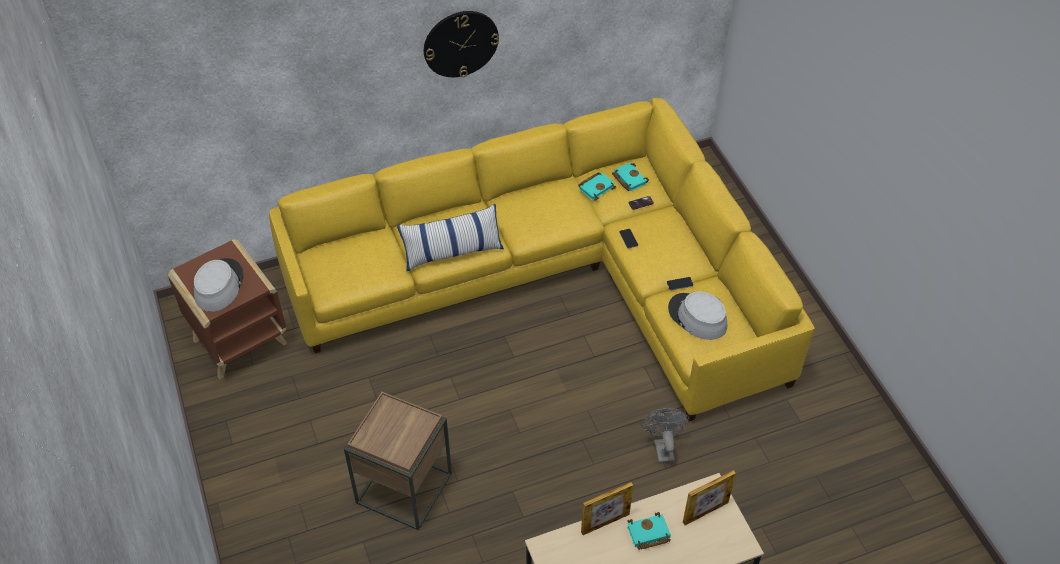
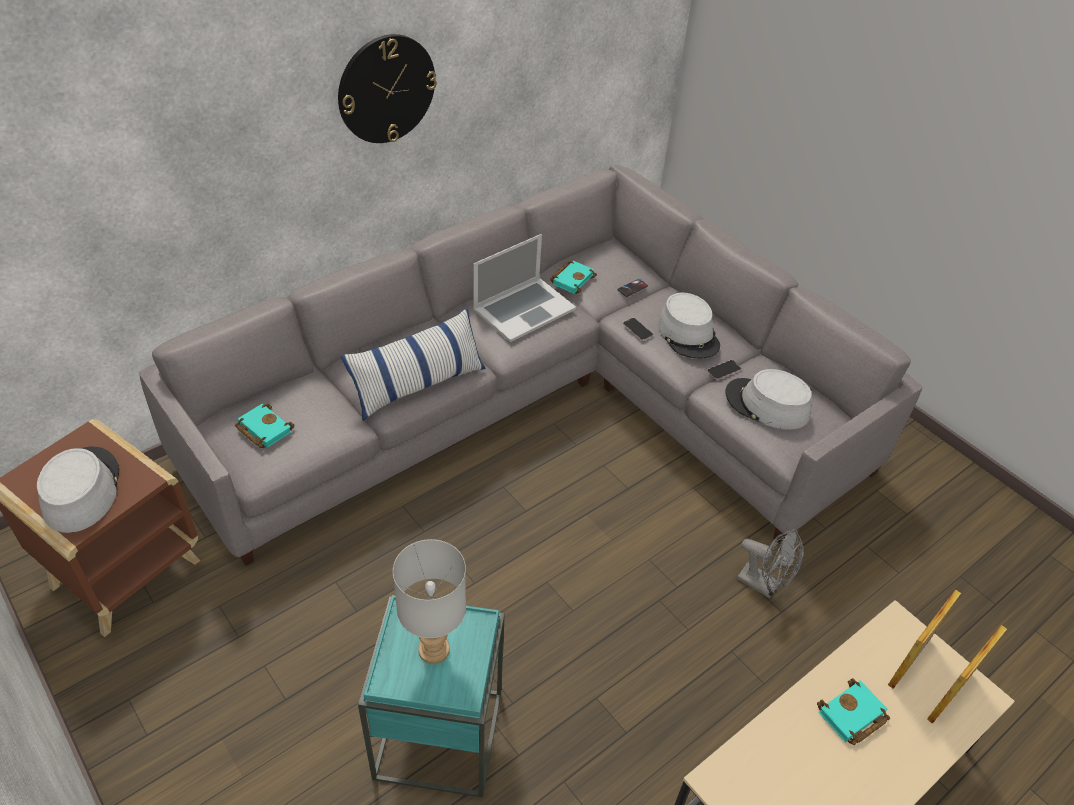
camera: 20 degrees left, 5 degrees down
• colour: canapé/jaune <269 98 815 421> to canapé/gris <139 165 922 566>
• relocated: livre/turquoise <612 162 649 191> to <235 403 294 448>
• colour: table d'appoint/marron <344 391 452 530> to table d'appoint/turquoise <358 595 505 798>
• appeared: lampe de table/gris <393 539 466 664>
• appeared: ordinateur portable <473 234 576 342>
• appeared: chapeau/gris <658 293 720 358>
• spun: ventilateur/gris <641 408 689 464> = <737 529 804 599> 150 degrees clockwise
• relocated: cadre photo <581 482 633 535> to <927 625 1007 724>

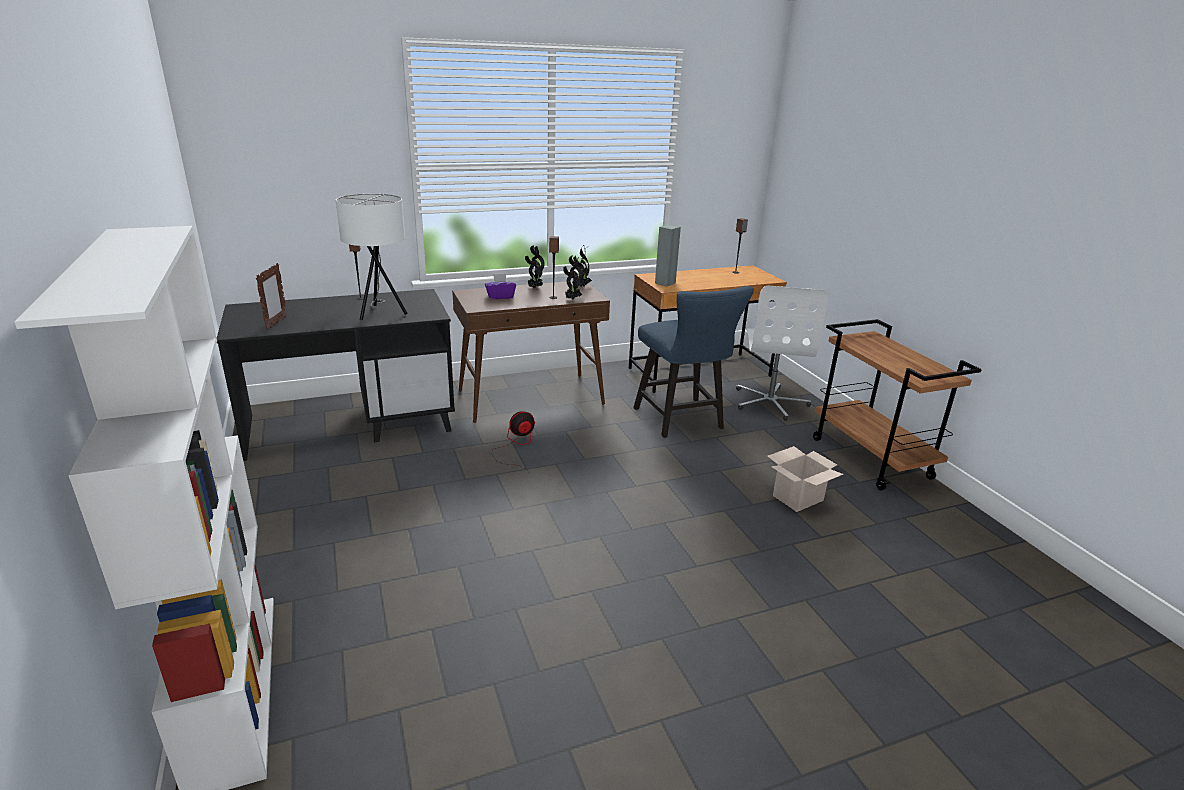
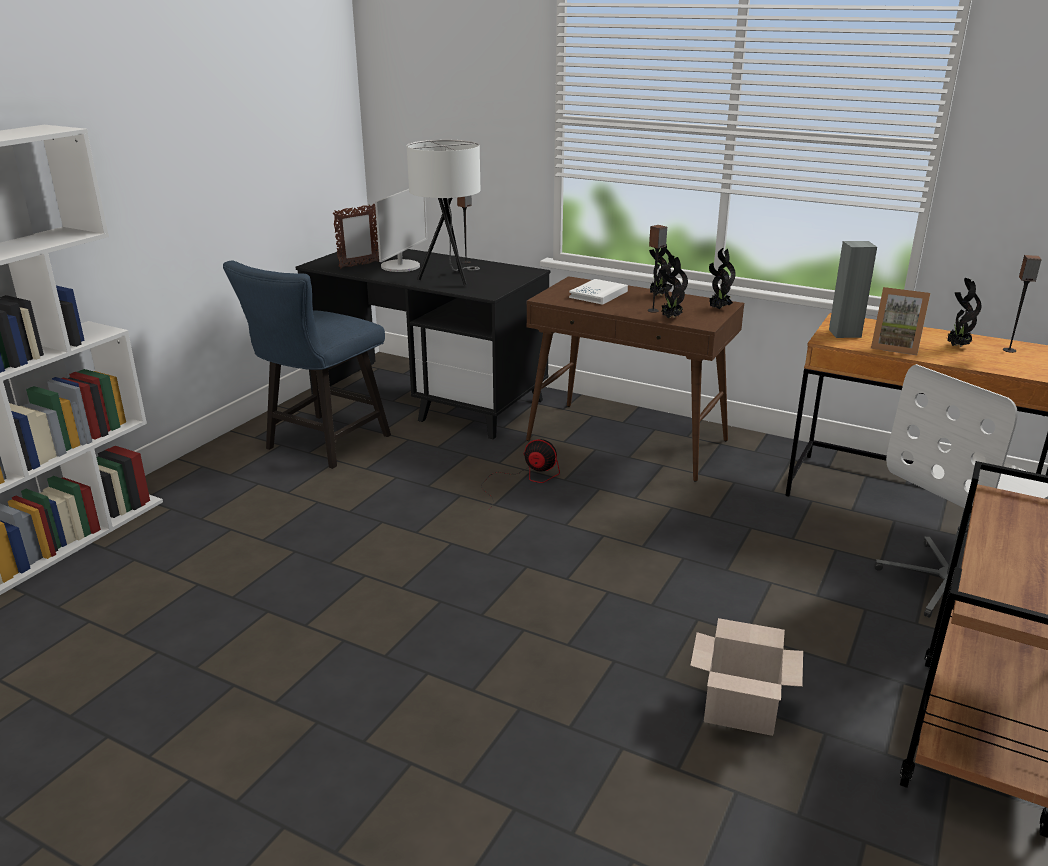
camera: 50 degrees right, 0 degrees up
• relocated: chaise/bleu <633 286 754 438> to <223 261 391 469>
• appeared: écran d'ordinateur <375 189 427 272>
• exchanged: boîte à mouchoirs/violet <485 274 516 299> to livre/blanc <569 279 628 305>
• appeared: cadre photo <871 287 931 355>
• appeared: plante en pot <948 278 981 347>

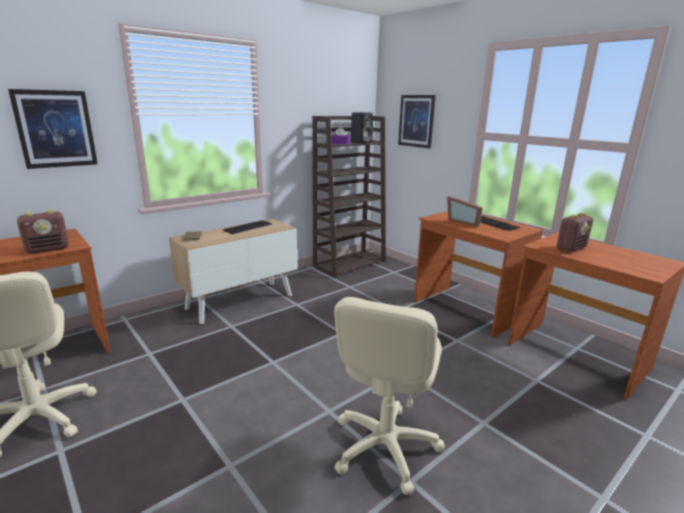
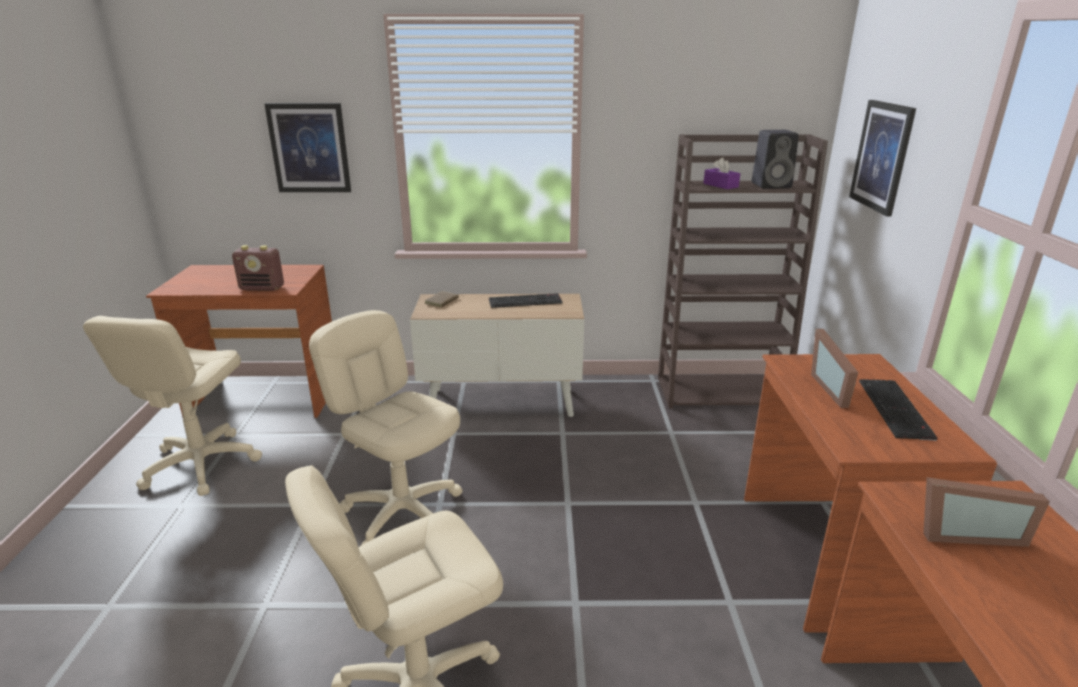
camera: 40 degrees right, 5 degrees up
• appeared: chaise de bureau/beige <309 310 463 545>
• exchanged: radio <557 212 593 252> to cadre photo <923 477 1050 547>

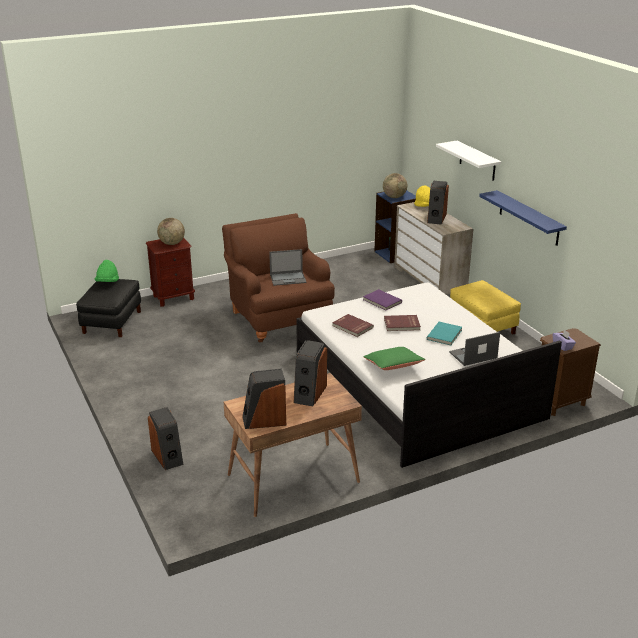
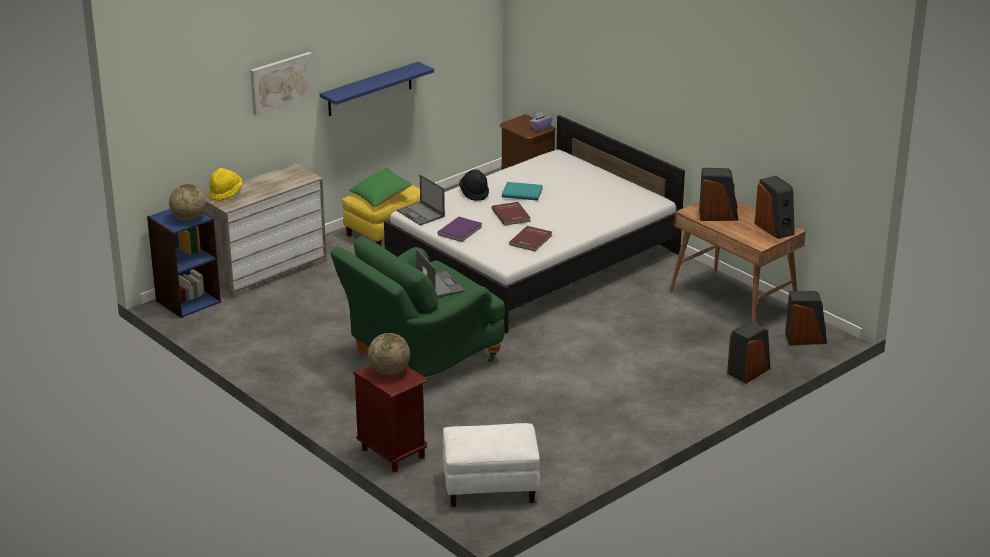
camera: 105 degrees left, 0 degrees up
• exchanged: étagère/blanc <436 141 501 181> to tableau <251 52 314 116>
• colour: fauteuil/marron <222 213 335 343> to fauteuil/vert <331 236 505 385>
• relocated: coussin/vert <364 347 426 370> to <349 168 412 208>
• relocated: ordinateur portable <449 332 500 366> to <397 175 445 225>
• colour: pouf/noir <76 279 141 337> to pouf/blanc <443 423 540 507>
• appeared: chapeau/noir <459 169 489 201>
• relocated: enceinte <427 181 449 224> to <785 291 827 345>
• missing: chapeau/vert <95 260 119 282>

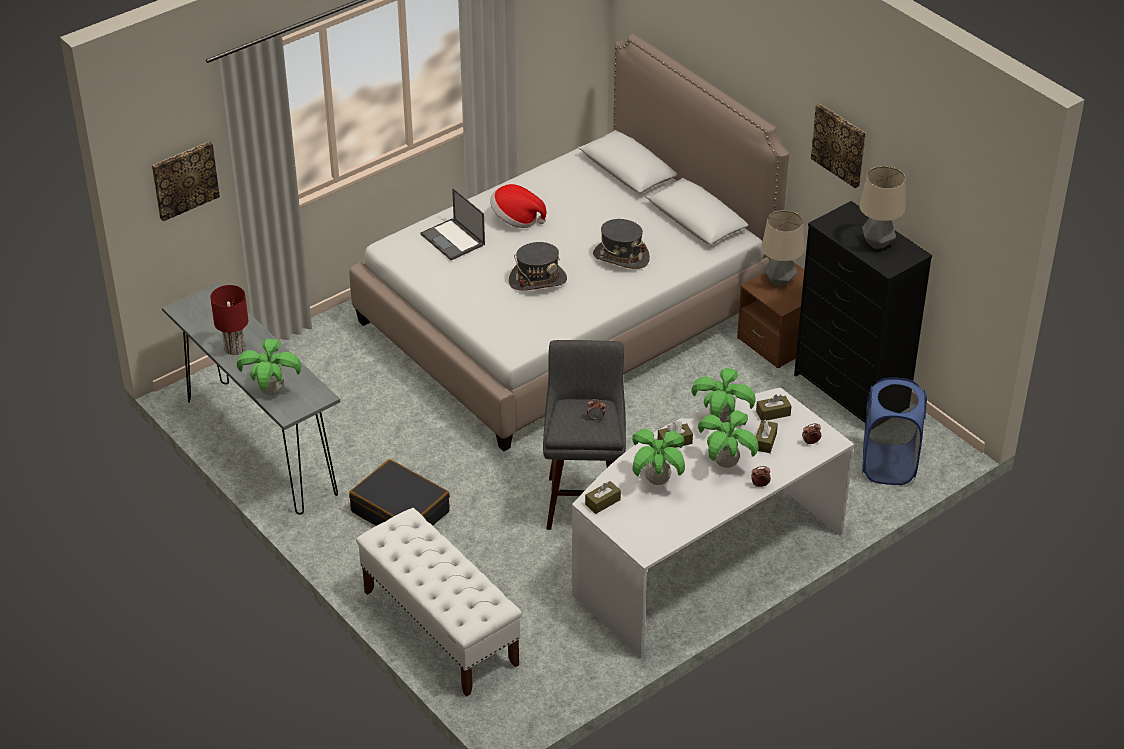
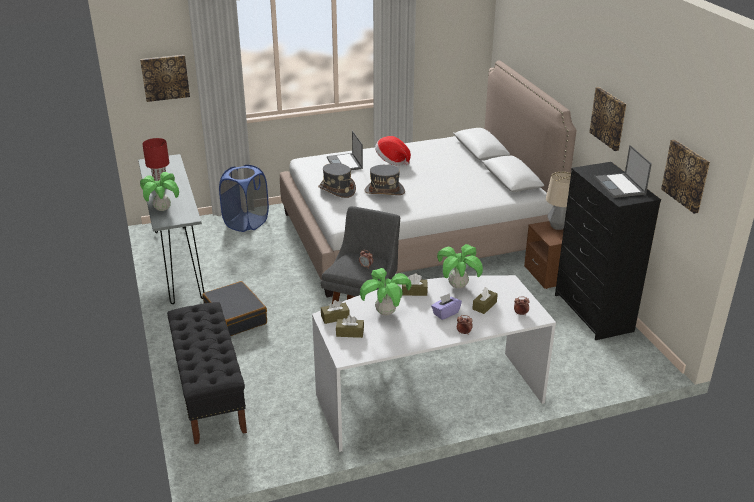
camera: 20 degrees right, 10 degrees down
• colour: banc/blanc <356 508 522 697> to banc/noir <167 302 247 444>
• relocated: panier à linge/bleu <862 377 927 485> to <219 165 269 232>
• relocated: chapeau/gris <593 219 650 269> to <318 163 356 198>
• relocated: boîte à mouchoirs/marron <756 394 791 421> to <336 315 364 338>
• exchanged: plante en pot <698 410 759 468> to boîte à mouchoirs/violet <431 293 462 320>
• exchanged: lampe de table <859 166 905 249> to ordinateur portable <594 145 652 198>
• appeared: tableau <661 140 710 214>

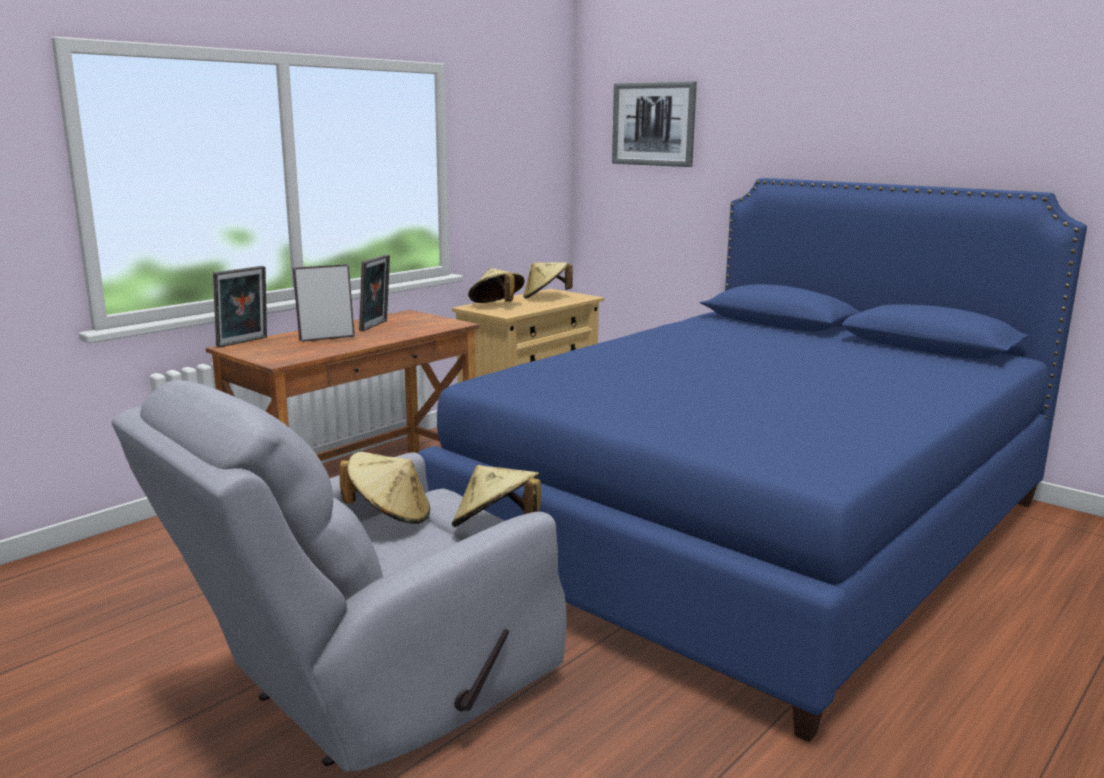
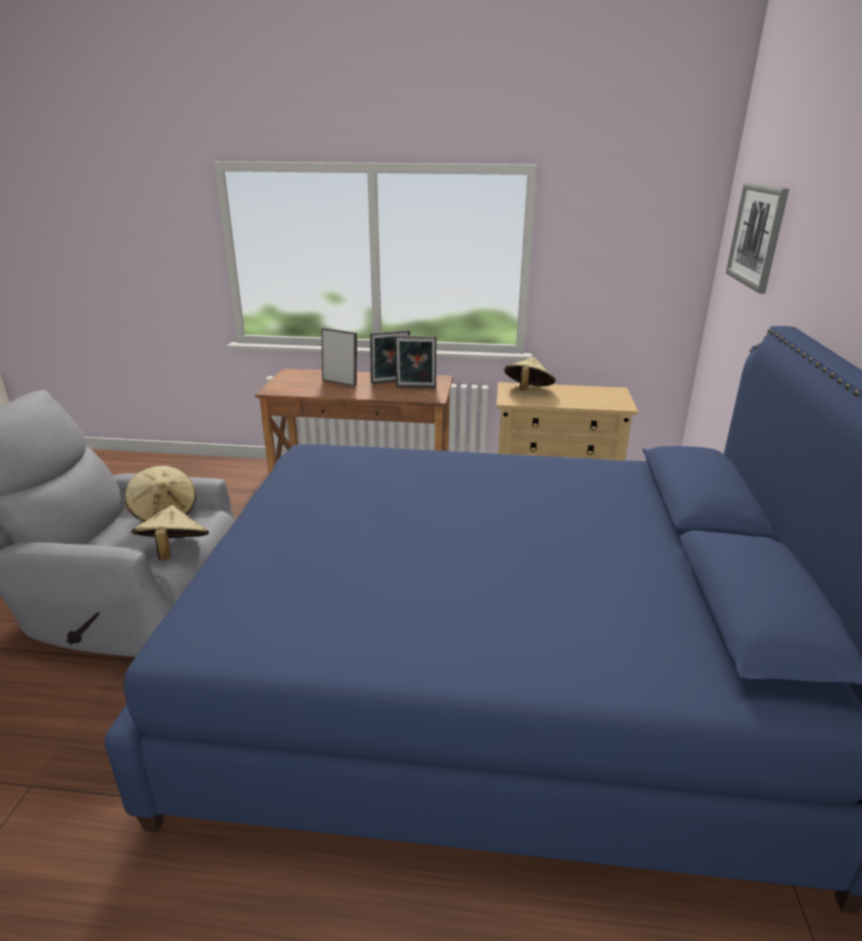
camera: 55 degrees right, 10 degrees up
• relocated: cadre photo <213 266 267 347> to <395 335 436 388>
• missing: chapeau/beige <523 262 573 299>

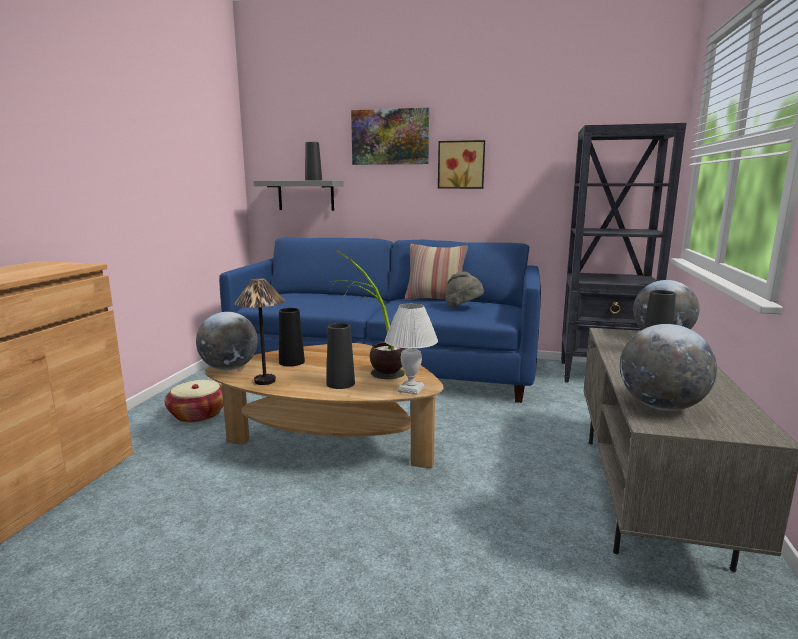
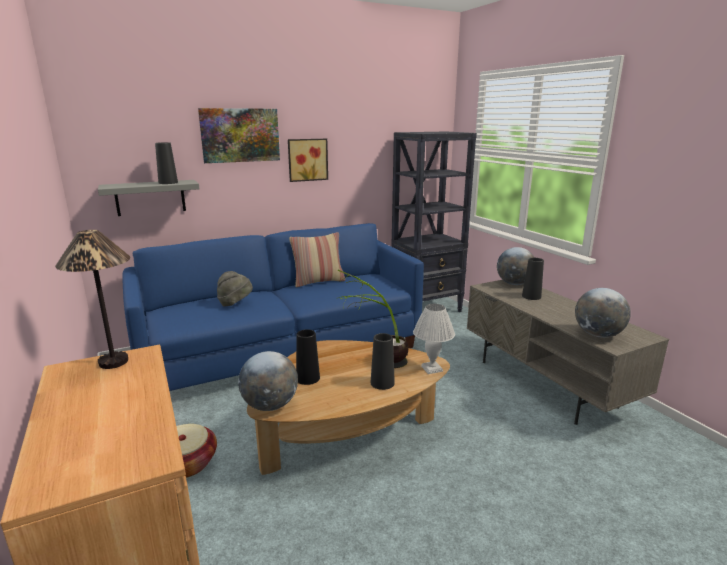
camera: 40 degrees left, 5 degrees up
• relocated: lampe de table <234 278 285 385> to <55 230 130 369>
• relocated: chapeau/gris <446 271 484 308> to <217 271 253 307>

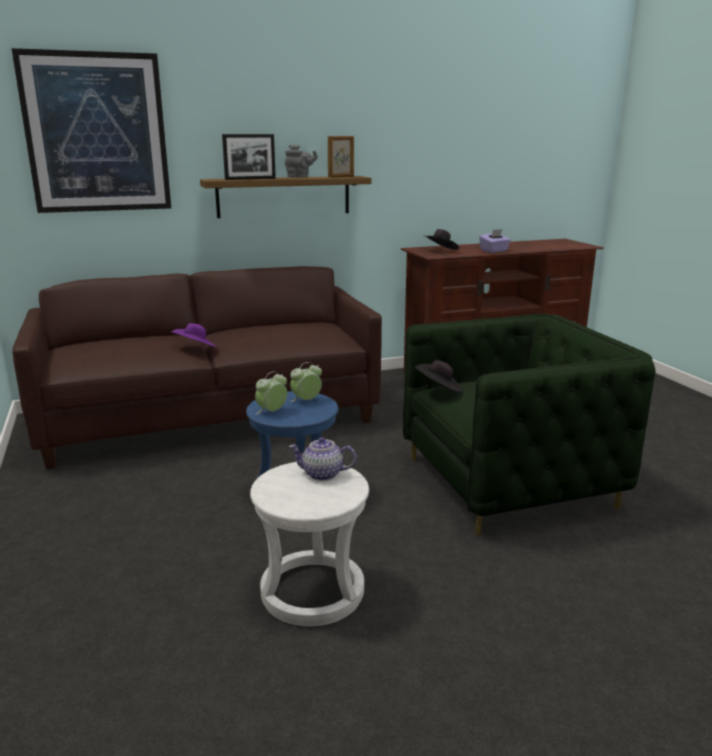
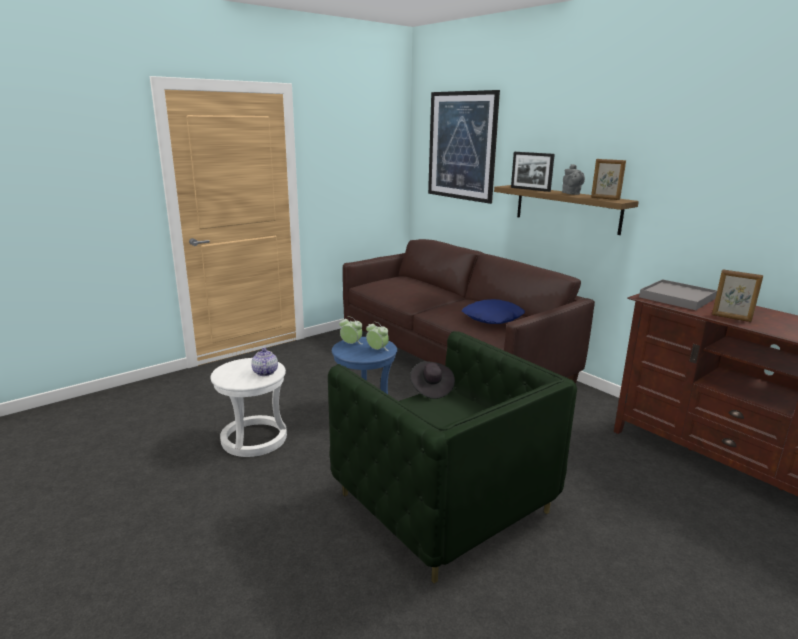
camera: 70 degrees right, 0 degrees up
• appeared: coussin/bleu <462 299 525 324>
• exchanged: chapeau/noir <423 229 459 250> to plateau/gris <639 279 717 310>
• exchanged: boîte à mouchoirs/violet <479 229 511 253> to cadre photo <712 269 763 322>
• missing: chapeau/violet <172 323 217 347>

